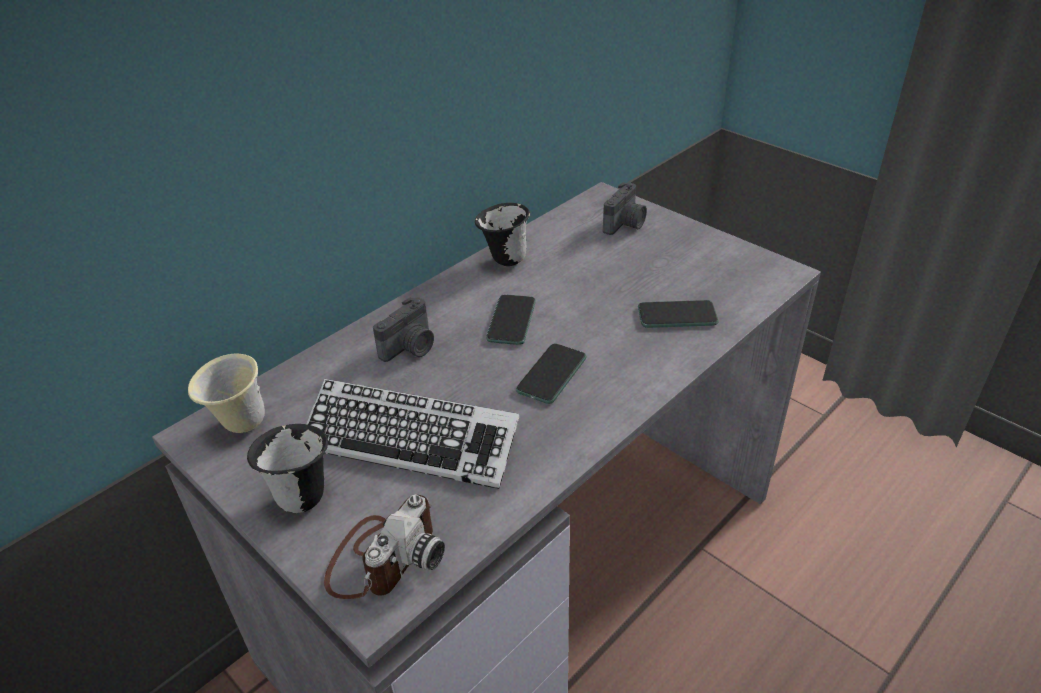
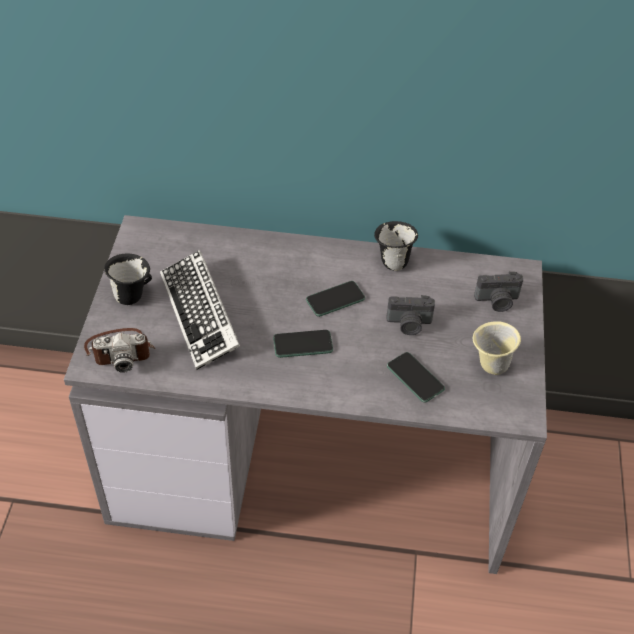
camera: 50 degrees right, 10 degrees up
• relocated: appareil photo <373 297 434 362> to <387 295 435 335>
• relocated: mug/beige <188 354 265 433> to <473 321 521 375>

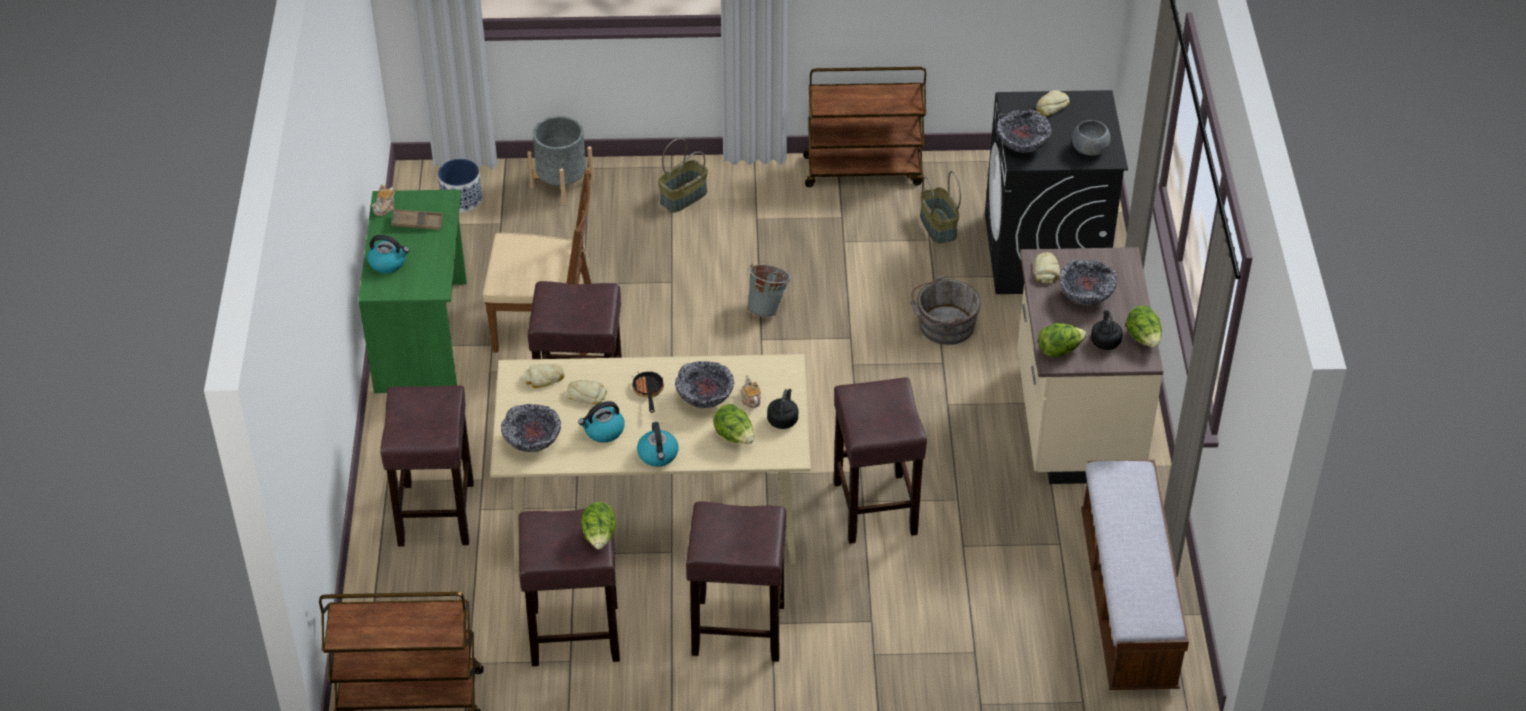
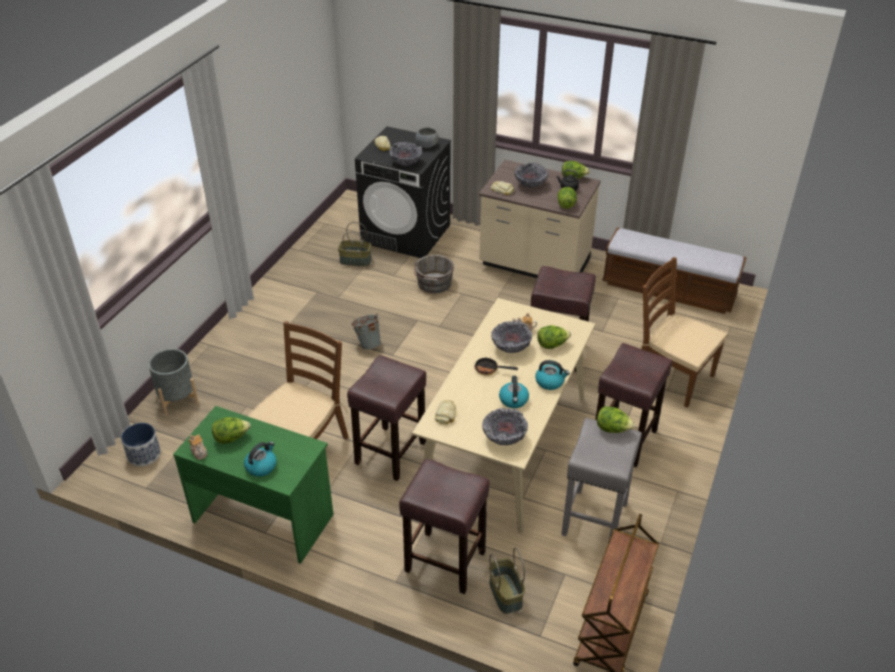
camera: 65 degrees left, 5 degrees down
• exchanged: plateau/marron <391 209 443 230> to laitue <212 417 251 444>
• relocated: panier <658 138 708 213> to <489 547 525 614>
• colour: tabouret/marron <519 509 620 666> to tabouret/gris <561 418 642 540>
• appeared: chaise/marron <639 257 728 408>
• missing: pain <566 380 607 405>
• missing: bouilloire/noir <767 389 798 429>
• missing: chariot/marron <803 67 926 187>

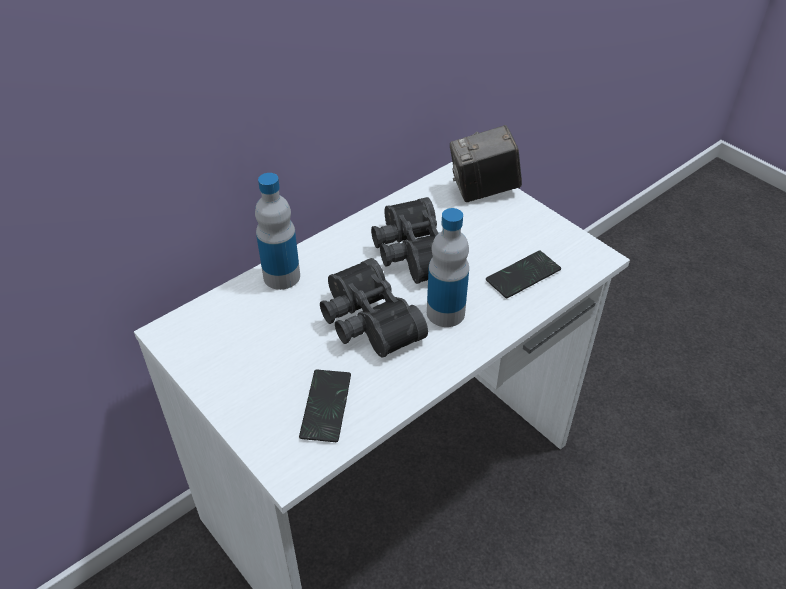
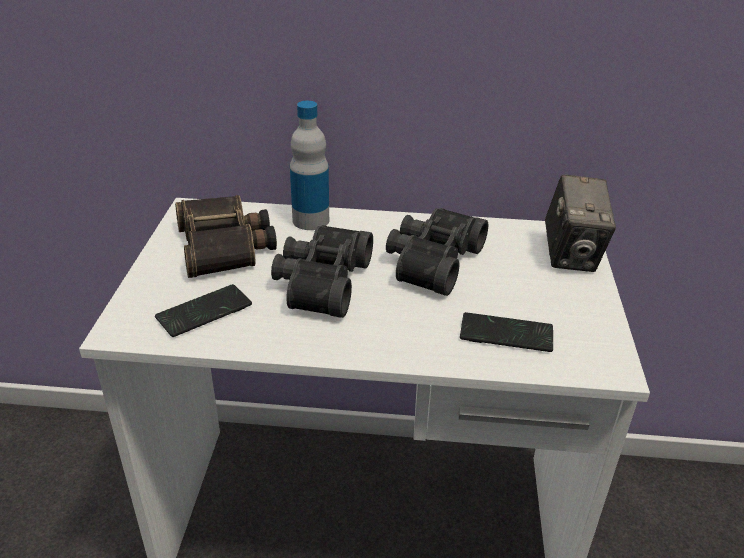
camera: 45 degrees right, 10 degrees down
• appeared: jumelles <175 195 277 278>
• spun: appareil photo <450 125 522 202> = <545 174 616 272> 120 degrees counterclockwise
• missing: bouteille <427 208 469 327>

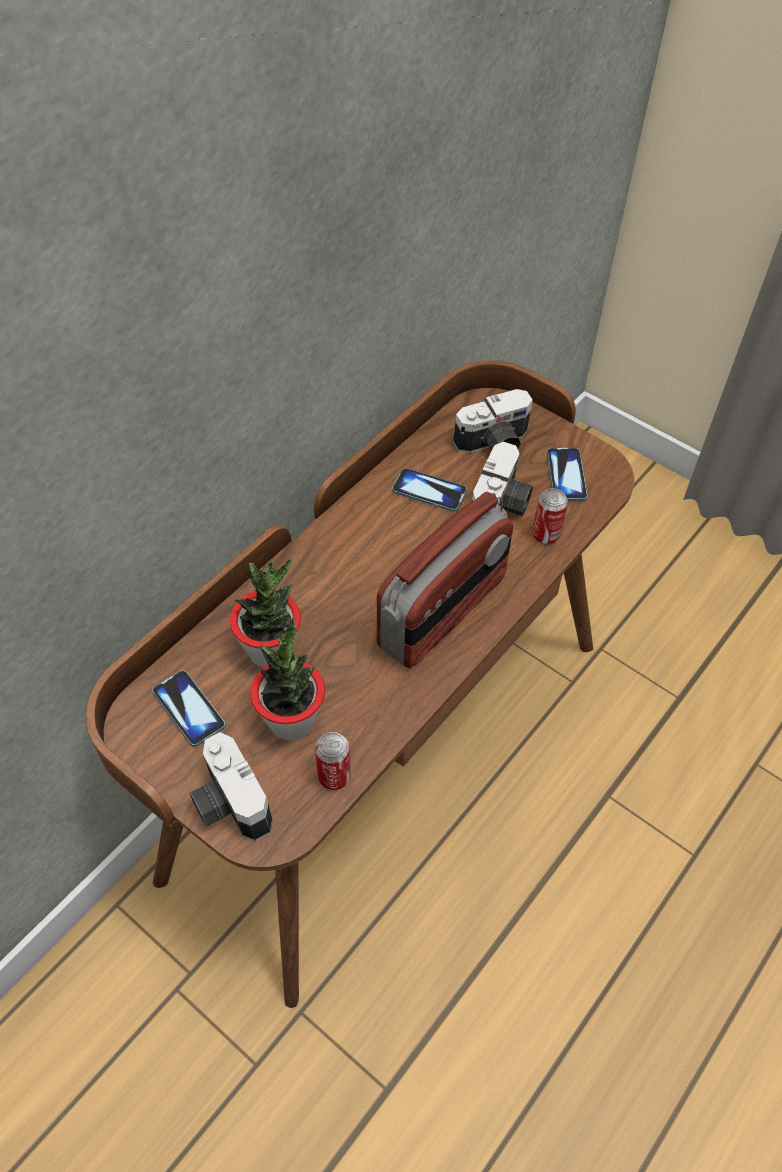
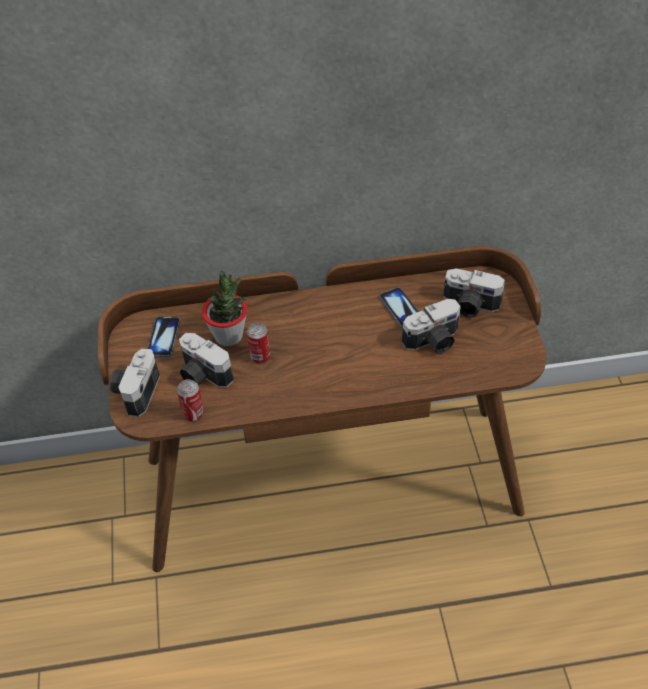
camera: 45 degrees right, 5 degrees down
• exchanged: plante en pot <250 617 325 741> to appareil photo <179 333 234 387>
• relocated: boîte métallique <532 488 568 545> to <246 322 270 364>
• missing: radio <377 492 513 668>
• missing: téléphone <547 448 588 501>

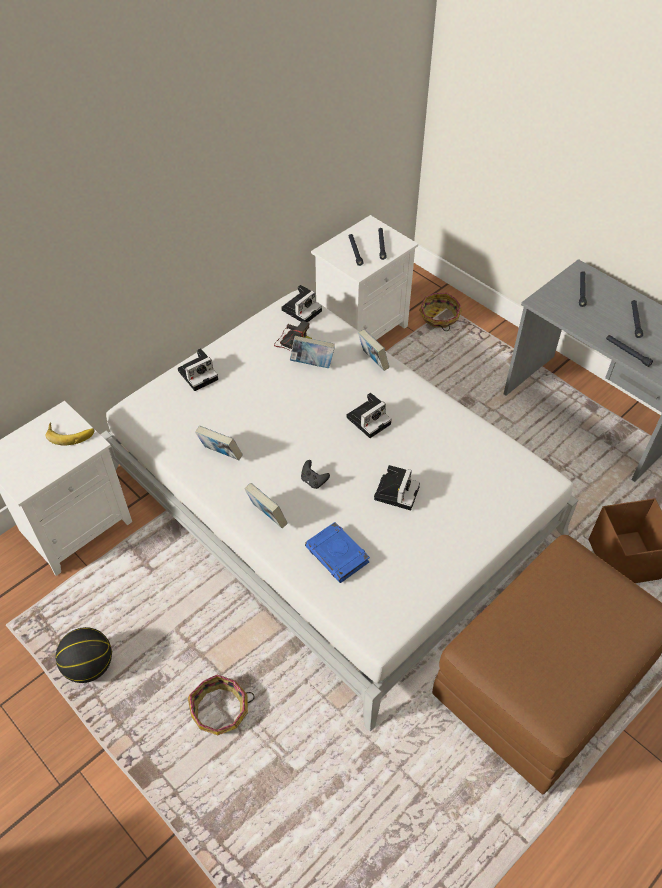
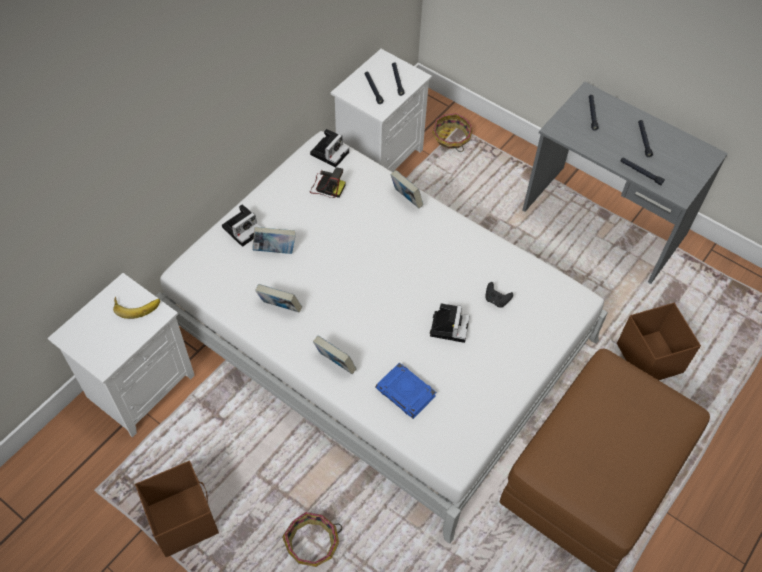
camera: 10 degrees left, 5 degrees up
• exchanged: ballon de basket <56 627 112 683> to boîte de rangement/marron <135 460 219 557>
• relocated: livre <290 336 335 368> to <252 227 295 254>
• relocated: manette/noir <301 460 330 489> to <485 282 513 308>
• missing: appareil photo <347 393 392 438>

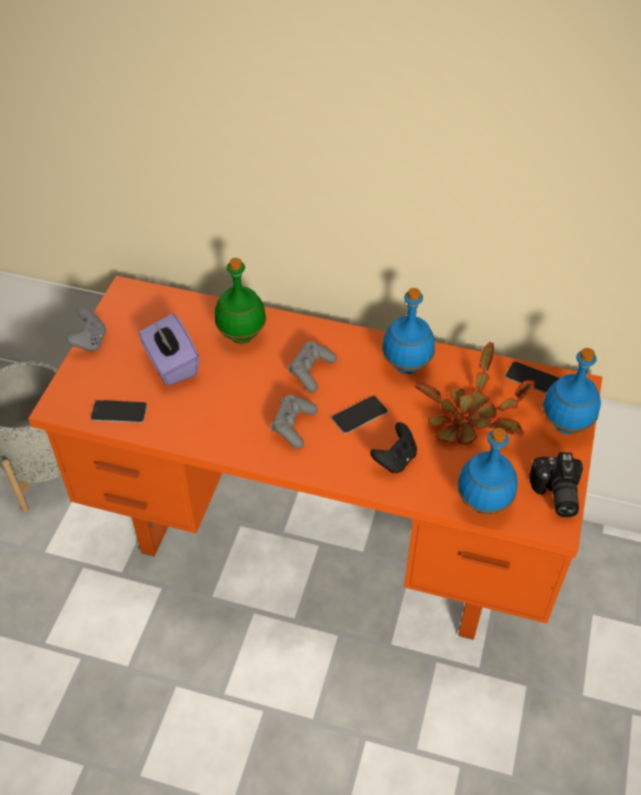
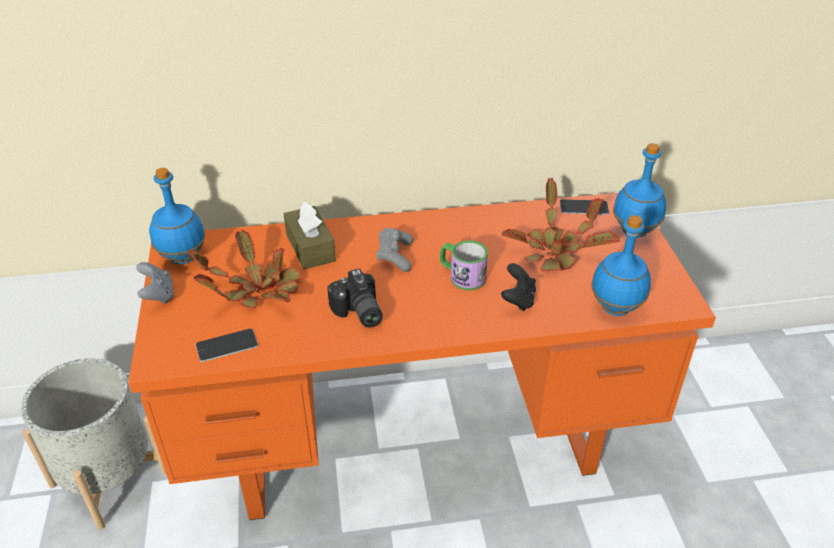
camera: 25 degrees left, 10 degrees down
• relocated: bouteille/bleu <382 288 435 374> to <149 168 205 264>
• exchanged: boîte à mouchoirs/violet <139 314 199 386> to plante en pot <188 229 302 309>
• exchanged: bouteille/vert <215 258 266 344> to boîte à mouchoirs/marron <284 201 336 269>
• relocated: appareil photo <529 452 583 517> to <328 269 383 328>
• exchanged: téléphone <331 396 388 434> to mug <440 240 488 290>
• missing: manette/gris <270 395 317 449>

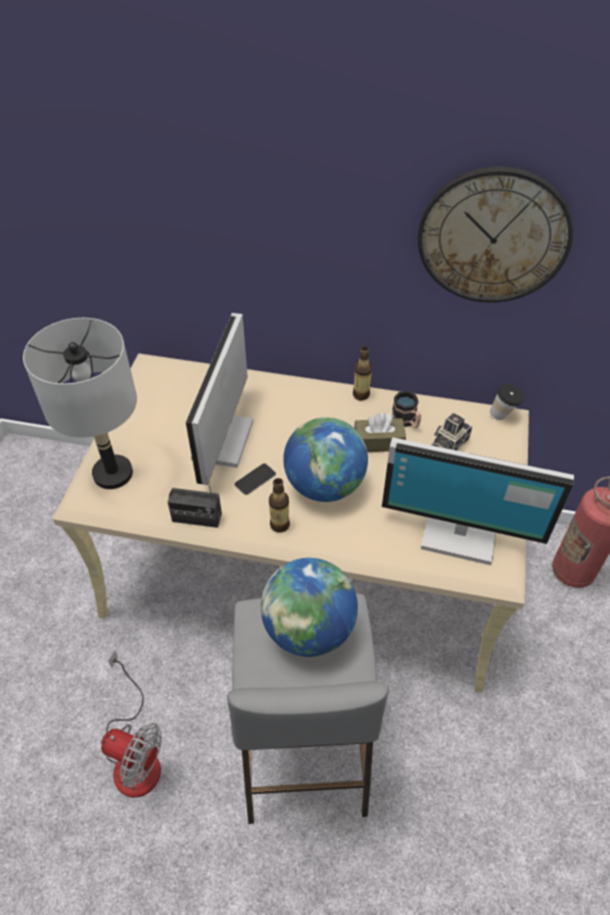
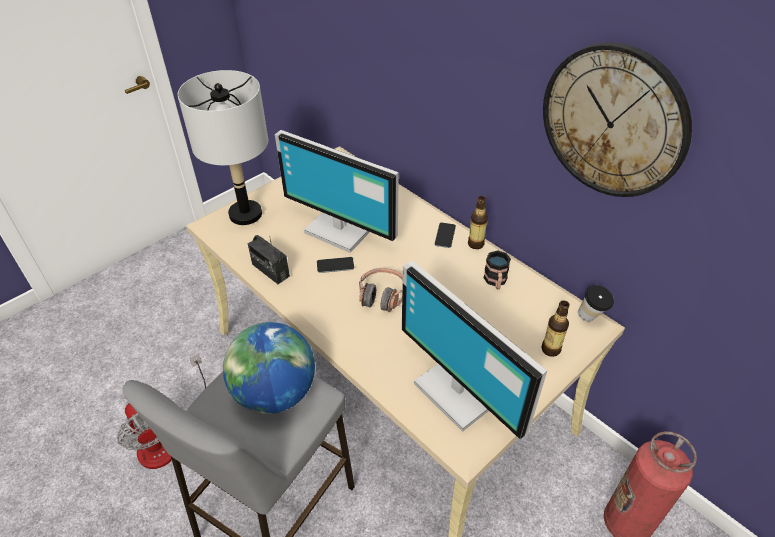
camera: 35 degrees right, 5 degrees down
• spun: écran d'ordinateur <186 313 253 485> = <275 130 399 253> 105 degrees counterclockwise
• exchanged: globe <283 417 368 502> to casque audio <359 268 403 312>
• appeared: téléphone <434 223 456 248>
• relocated: bouteille <269 478 290 533> to <541 301 569 357>
• missing: boîte à mouchoirs/marron <354 413 406 452>
• missing: appareil photo <432 413 472 451>

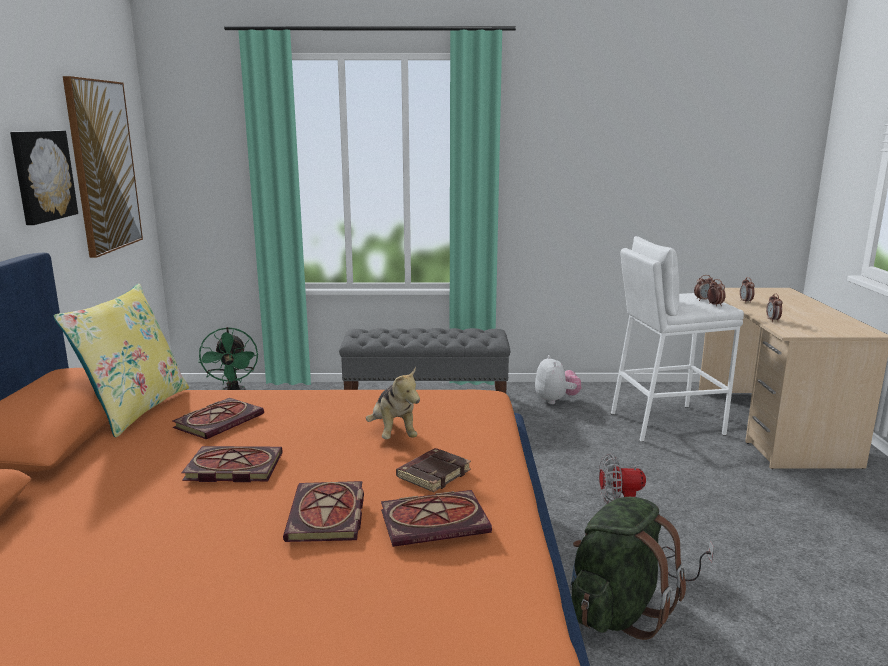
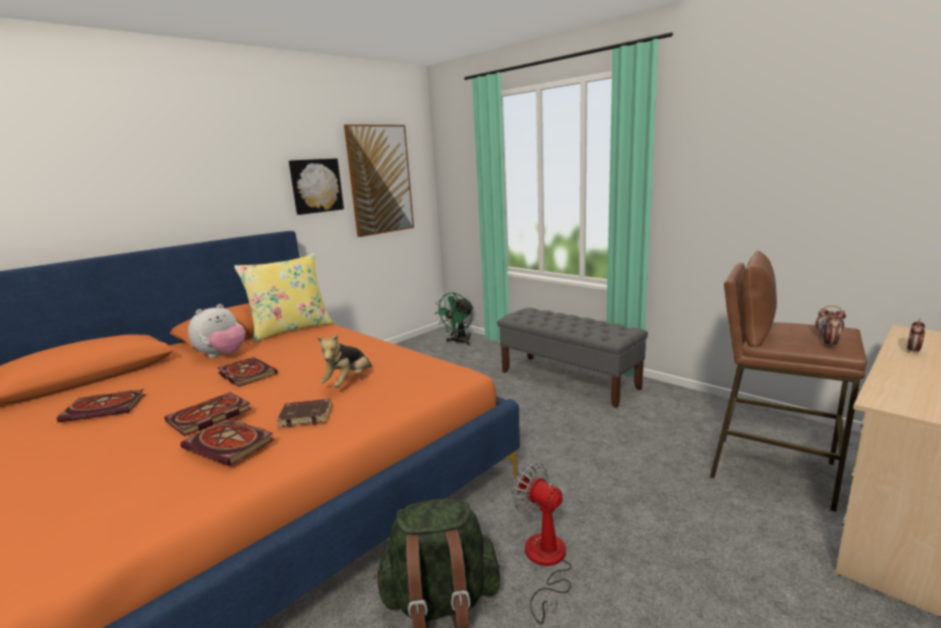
camera: 45 degrees right, 0 degrees up
• relocated: livre <173 398 264 439> to <57 389 145 423>
• relocated: peluche <535 355 581 404> to <188 304 246 358>
• colour: tabouret/blanc <611 236 744 442> to tabouret/marron <710 251 867 512>
• missing: réveil <766 293 782 322>

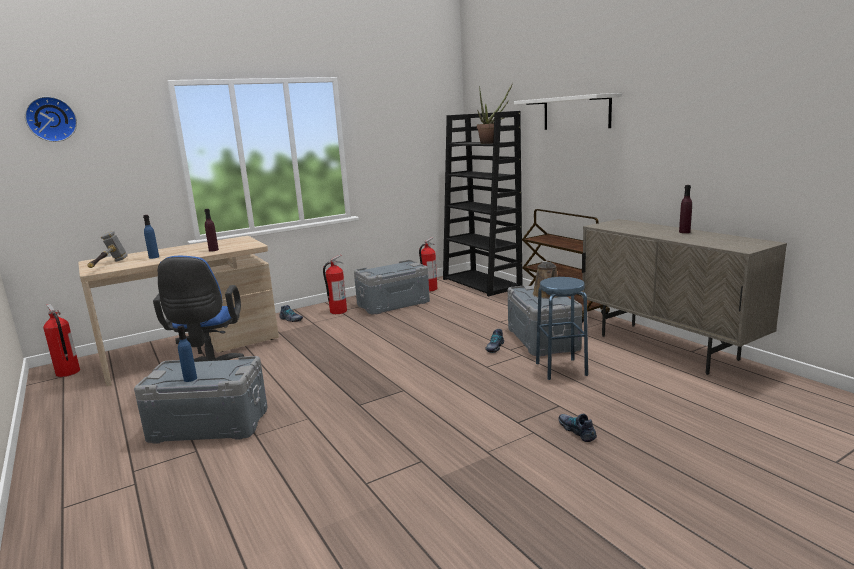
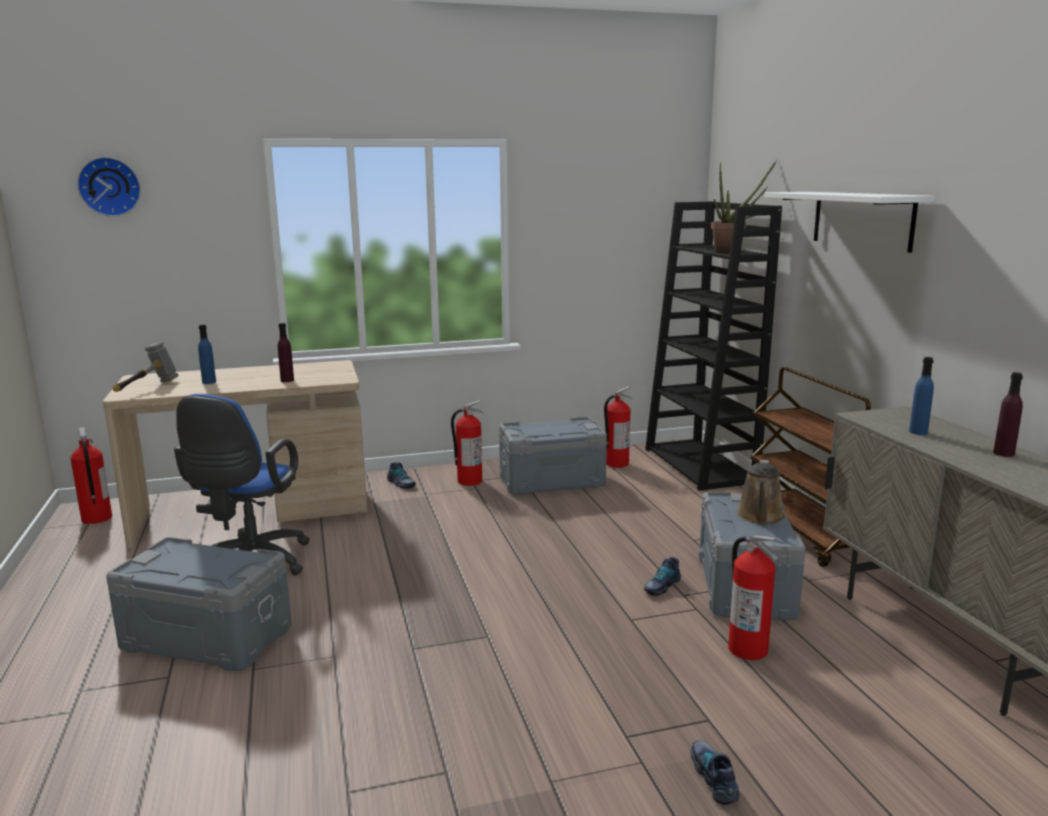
camera: 15 degrees right, 0 degrees up
• exchanged: tabouret/bleu <536 277 588 380> to extincteur <728 535 779 660>
• relocated: bouteille/bleu <177 326 197 382> to <909 357 934 435>

